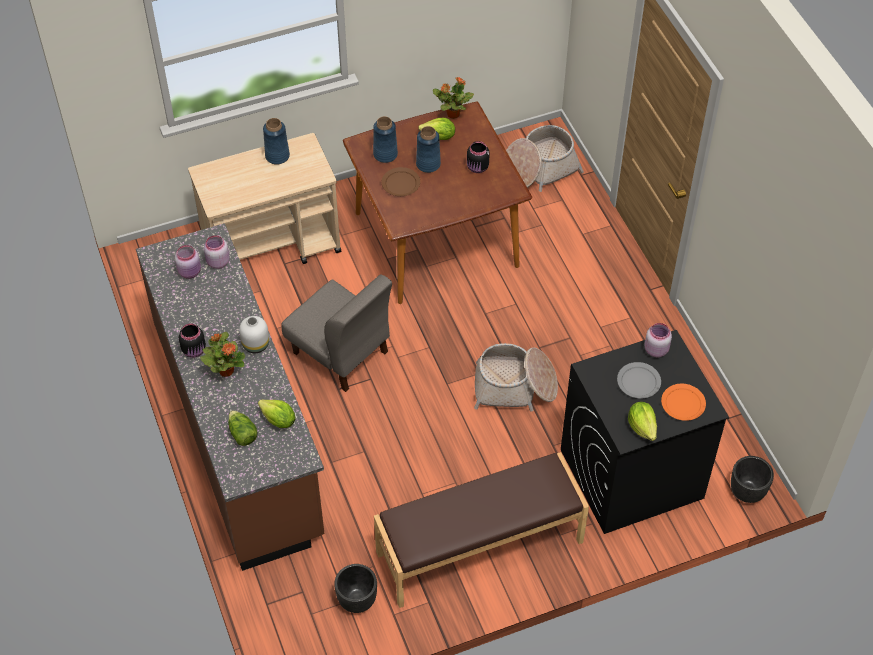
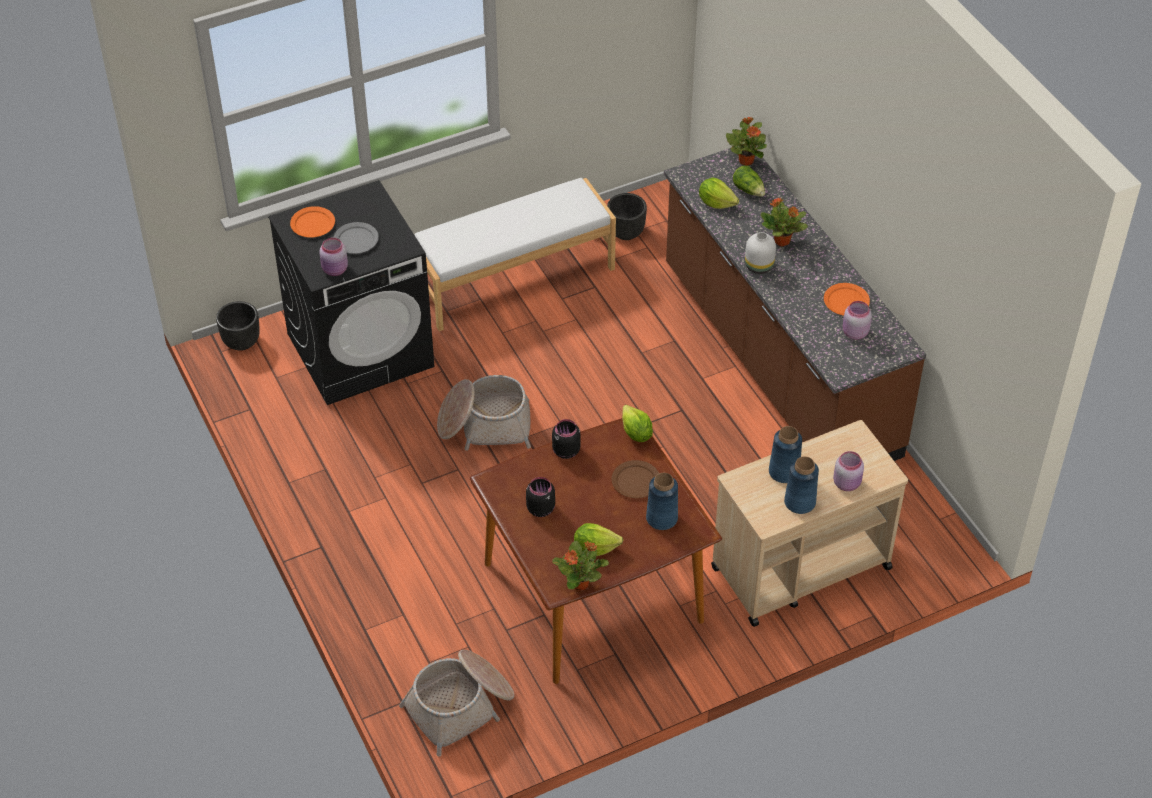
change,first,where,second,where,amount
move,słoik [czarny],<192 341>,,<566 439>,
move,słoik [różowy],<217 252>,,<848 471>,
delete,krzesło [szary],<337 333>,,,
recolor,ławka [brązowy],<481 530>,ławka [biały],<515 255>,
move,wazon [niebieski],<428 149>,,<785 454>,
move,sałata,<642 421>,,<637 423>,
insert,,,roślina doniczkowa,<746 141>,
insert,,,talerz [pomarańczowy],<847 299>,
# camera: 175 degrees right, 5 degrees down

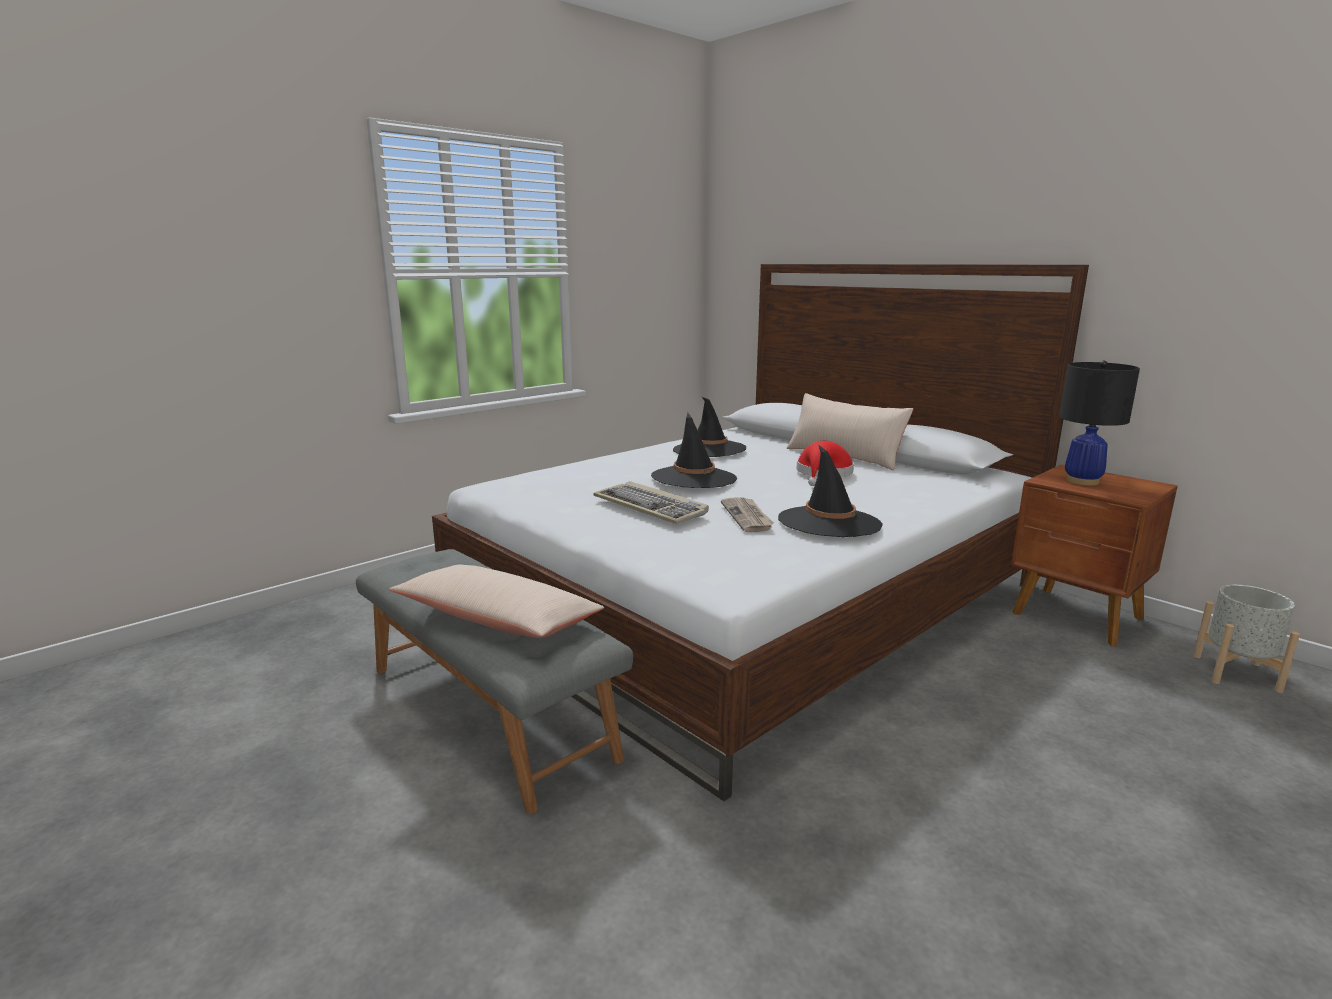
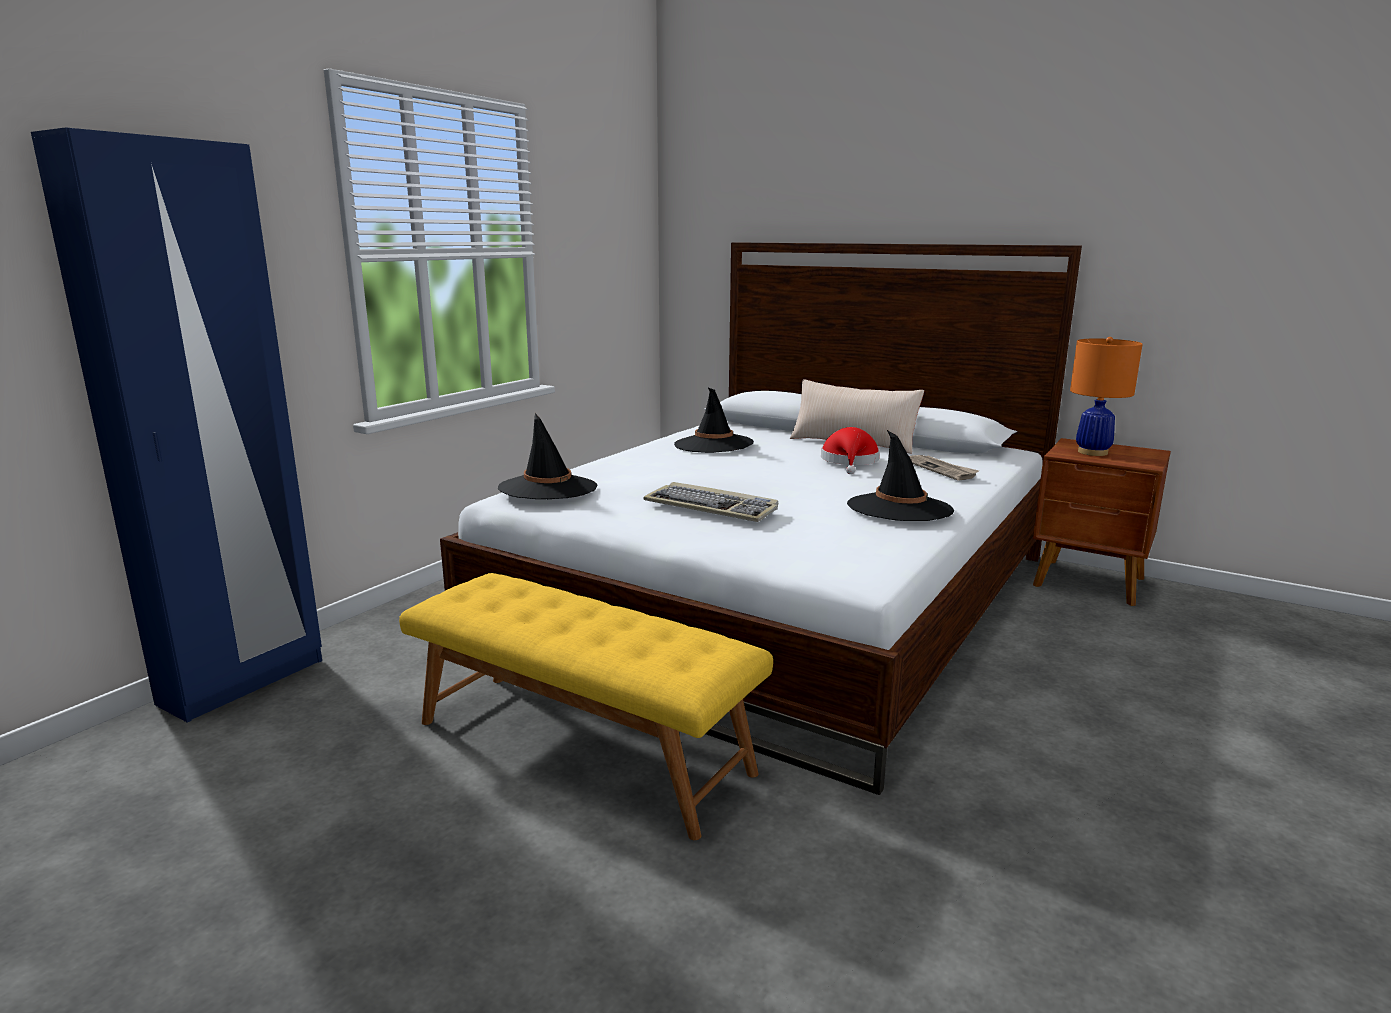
change,first,where,second,where,amount
recolor,ławka [szary],<494 681>,ławka [żółty],<586 706>,
delete,poduszka [beżowy],<496 601>,,,
move,kapelusz [czarny],<694 450>,,<548 456>,
move,gazeta,<747 514>,,<944 468>,
recolor,lampa stołowa [czarny],<1099 423>,lampa stołowa [pomarańczowy],<1106 396>,
delete,donica [szary],<1246 639>,,,
insert,,,szafa [niebieski],<176 425>,
# camera: 15 degrees left, 0 degrees up

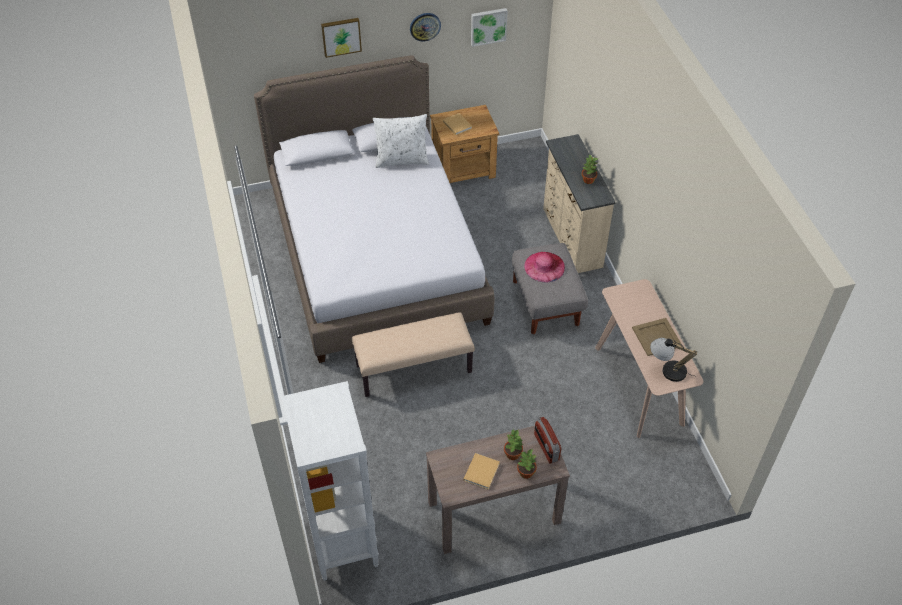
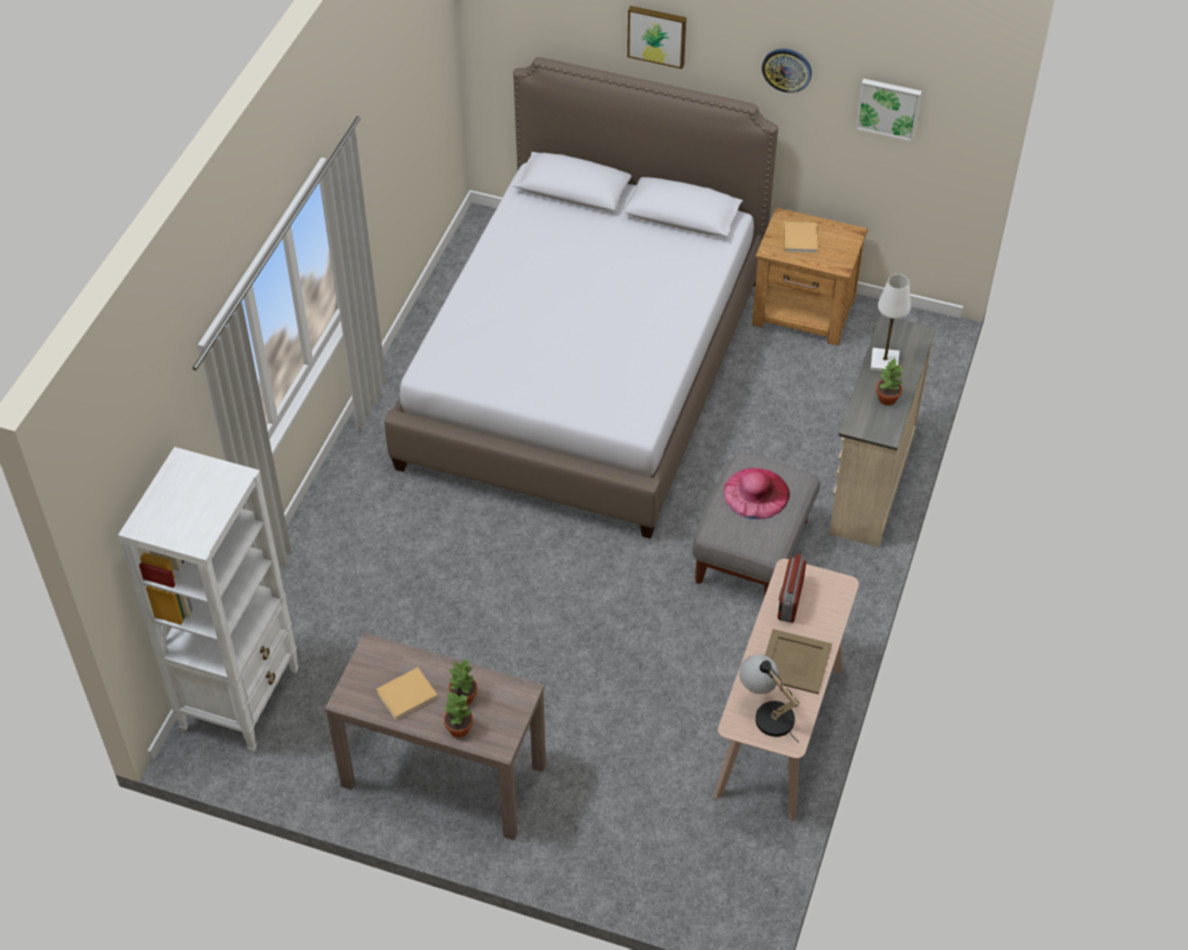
change,first,where,second,where,amount
delete,ławka [beżowy],<413 354>,,,
delete,poduszka [biały],<401 141>,,,
move,radio,<547 440>,,<792 588>,
insert,,,lampa stołowa [biały],<891 323>,
# camera: 35 degrees right, 0 degrees up

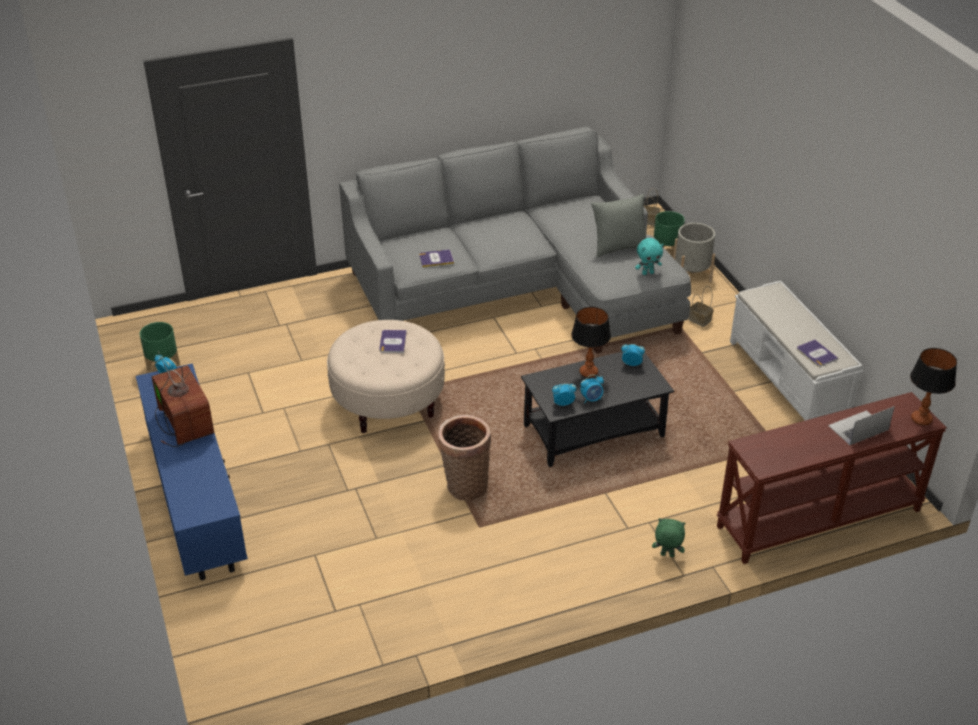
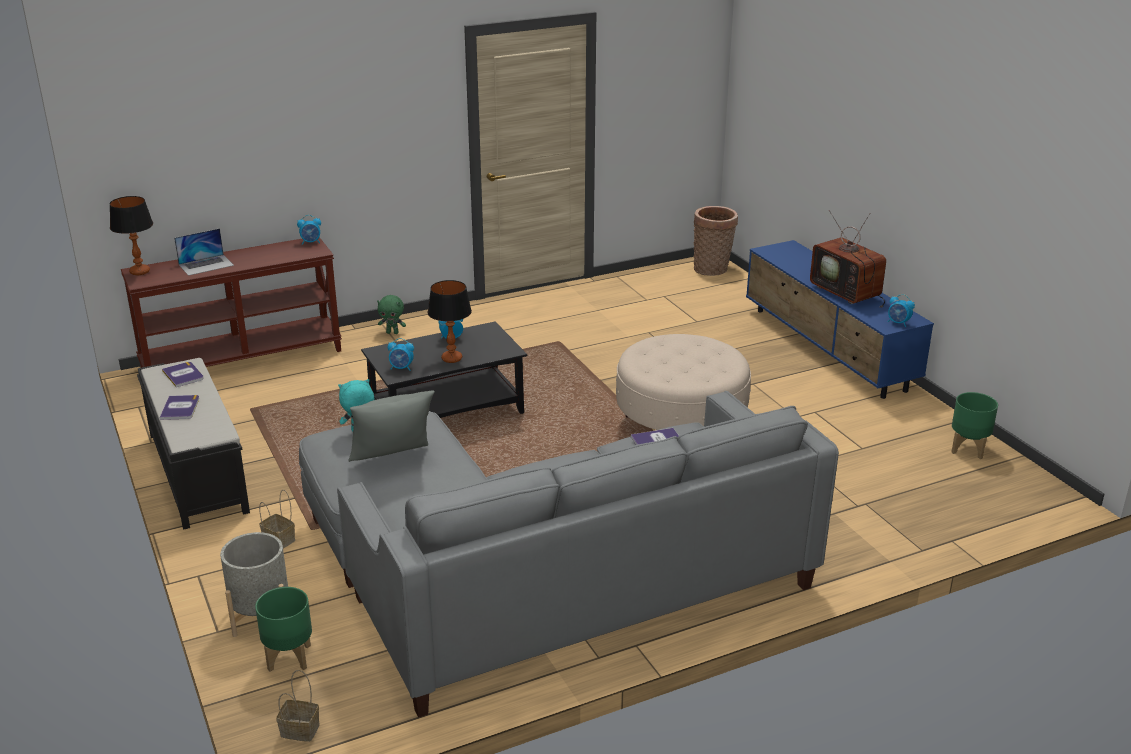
change,first,where,second,where,amount
move,książka,<393 341>,,<179 407>,
move,koszyk,<464 458>,,<716 241>,
move,budzik,<564 394>,,<309 230>,
recolor,ławka [biały],<796 351>,ławka [czarny],<193 444>,
# camera: 175 degrees right, 10 degrees down

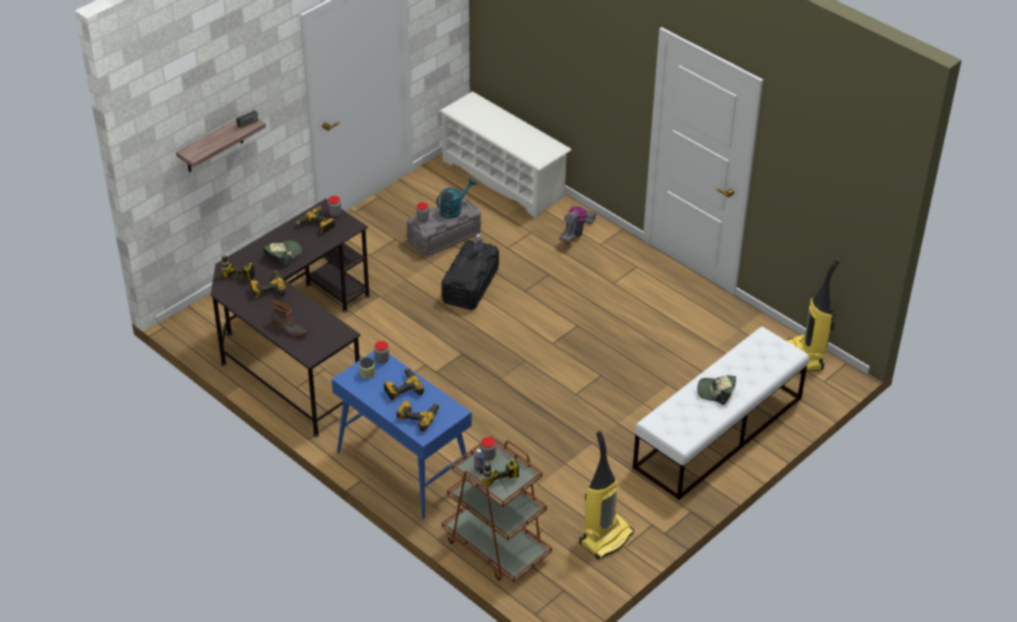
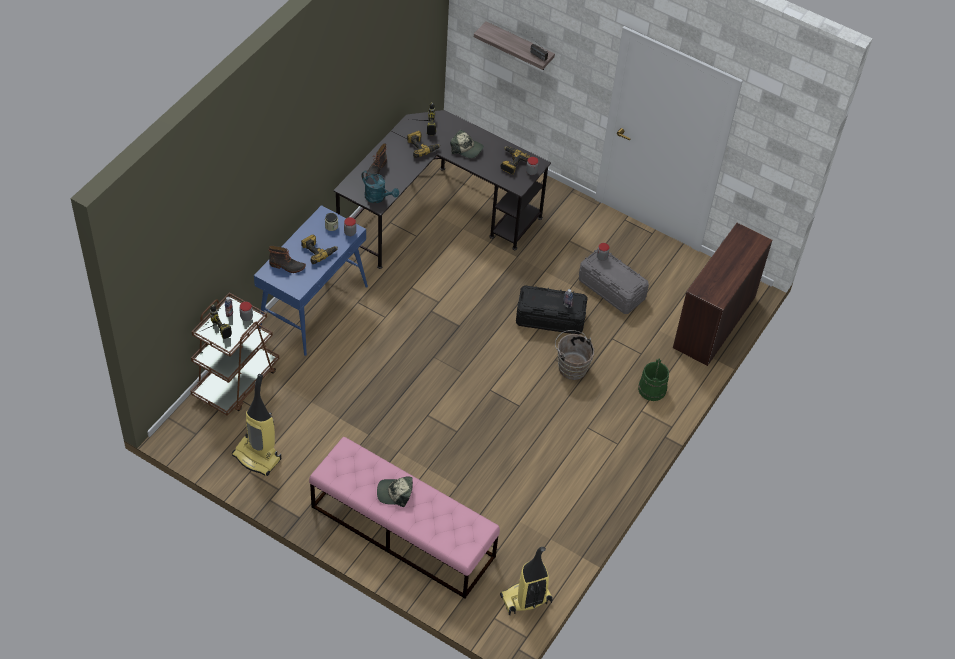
change,first,where,second,where,amount
replace,wiertarka,<418 416>,but z cholewką,<287 259>,
move,konewka [turkusowy],<456 198>,,<380 186>,
replace,regał na buty [biały],<505 154>,biurko [brązowy],<722 294>,
replace,odkurzacz,<577 224>,wiadro [zielony],<653 380>,
recolor,ławka [biały],<721 413>,ławka [różowy],<404 518>,
rotate,czapka z daszkiem,<716 390>,,<395 491>,90 degrees counterclockwise
insert,,,wiadro [brązowy],<574 355>,
# camera: 75 degrees right, 10 degrees up

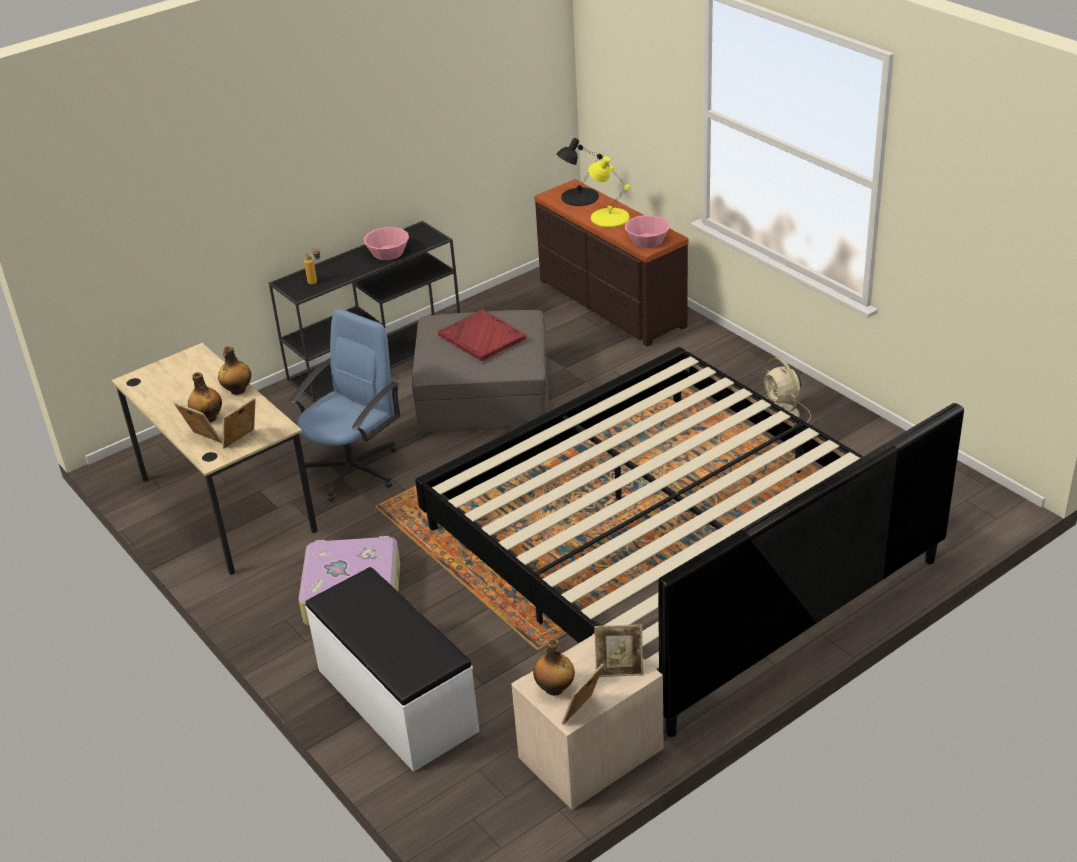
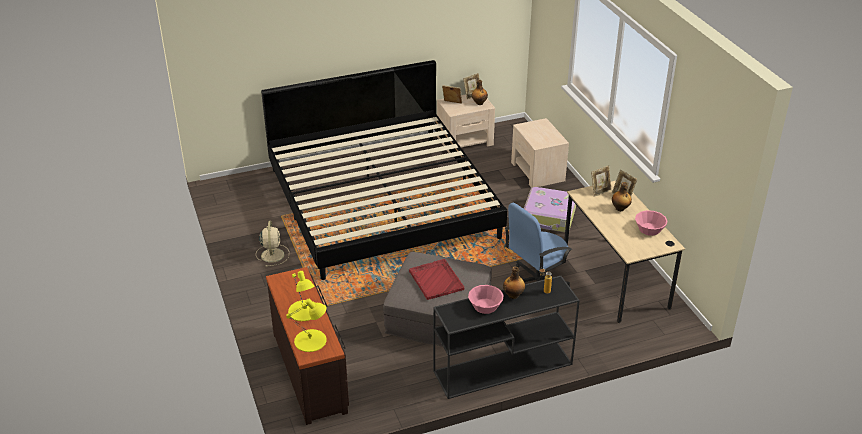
change,first,where,second,where,amount
move,butelka,<234 370>,,<514 282>,
replace,ławka [biały],<392 669>,szafka nocna [beżowy],<540 153>,
recolor,lampa stołowa [czarny],<579 172>,lampa stołowa [żółty],<306 325>,
move,miska [różowy],<647 231>,,<651 223>,
# camera: 165 degrees left, 0 degrees up

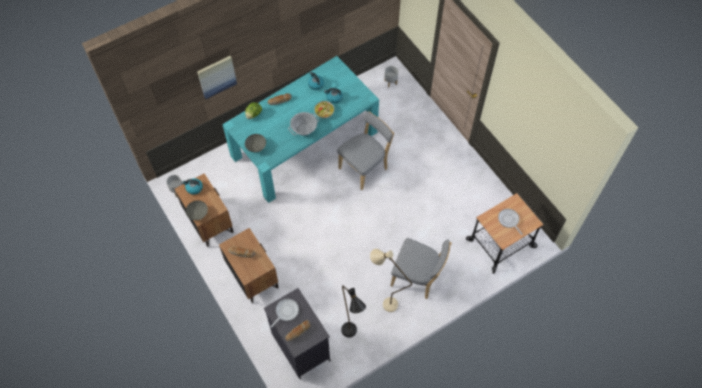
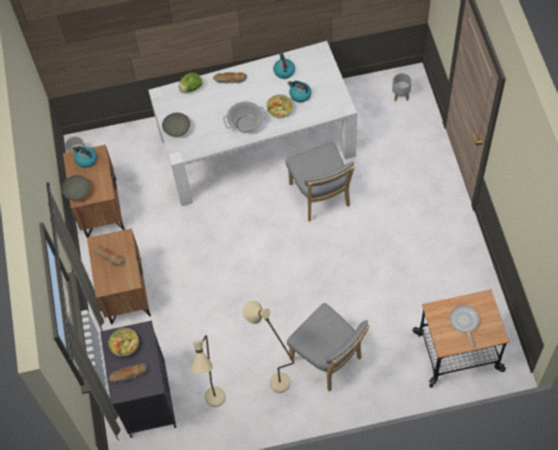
change,first,where,second,where,amount
delete,obraz,<217 77>,,,
recolor,stół jadalny [turkusowy],<300 129>,stół jadalny [biały],<252 123>,
replace,patelnia,<284 313>,miska,<123 342>,
rotate,krzesło [szary],<365 150>,,<320 181>,90 degrees clockwise
recolor,lampa stojąca [czarny],<353 311>,lampa stojąca [beżowy],<208 371>,
# camera: 25 degrees right, 0 degrees up

